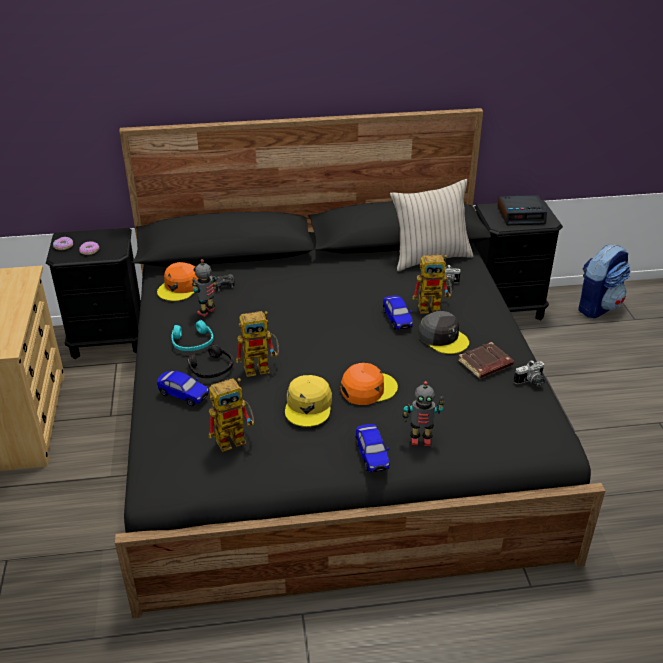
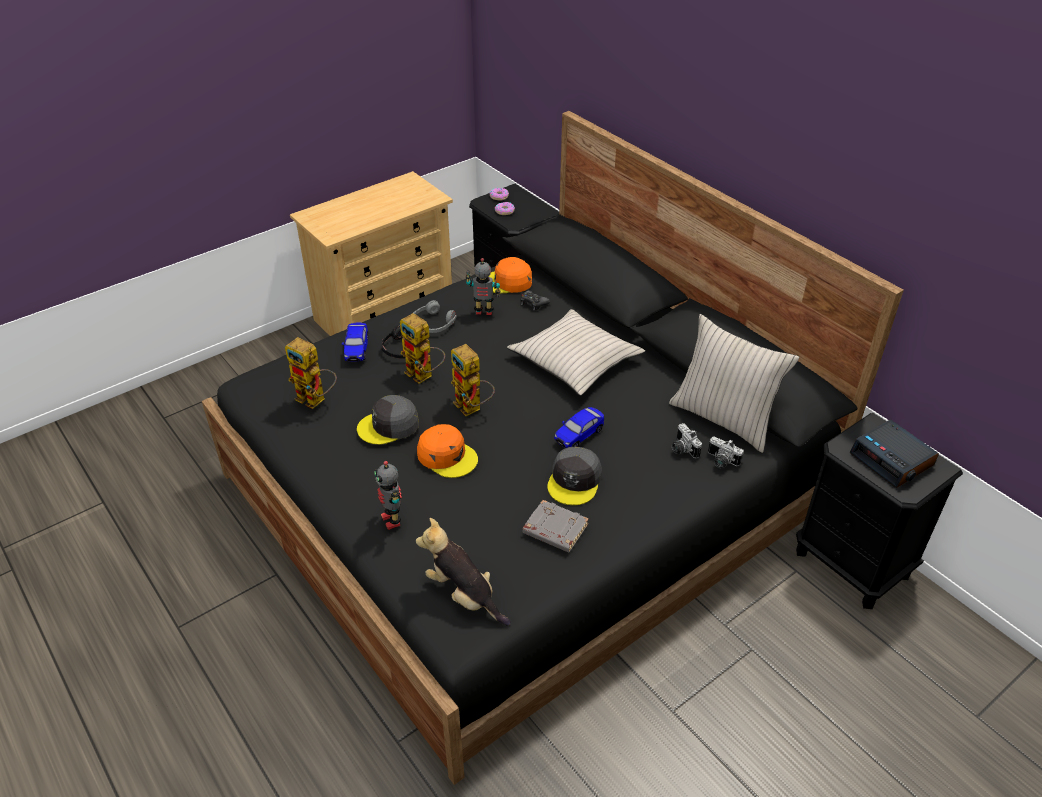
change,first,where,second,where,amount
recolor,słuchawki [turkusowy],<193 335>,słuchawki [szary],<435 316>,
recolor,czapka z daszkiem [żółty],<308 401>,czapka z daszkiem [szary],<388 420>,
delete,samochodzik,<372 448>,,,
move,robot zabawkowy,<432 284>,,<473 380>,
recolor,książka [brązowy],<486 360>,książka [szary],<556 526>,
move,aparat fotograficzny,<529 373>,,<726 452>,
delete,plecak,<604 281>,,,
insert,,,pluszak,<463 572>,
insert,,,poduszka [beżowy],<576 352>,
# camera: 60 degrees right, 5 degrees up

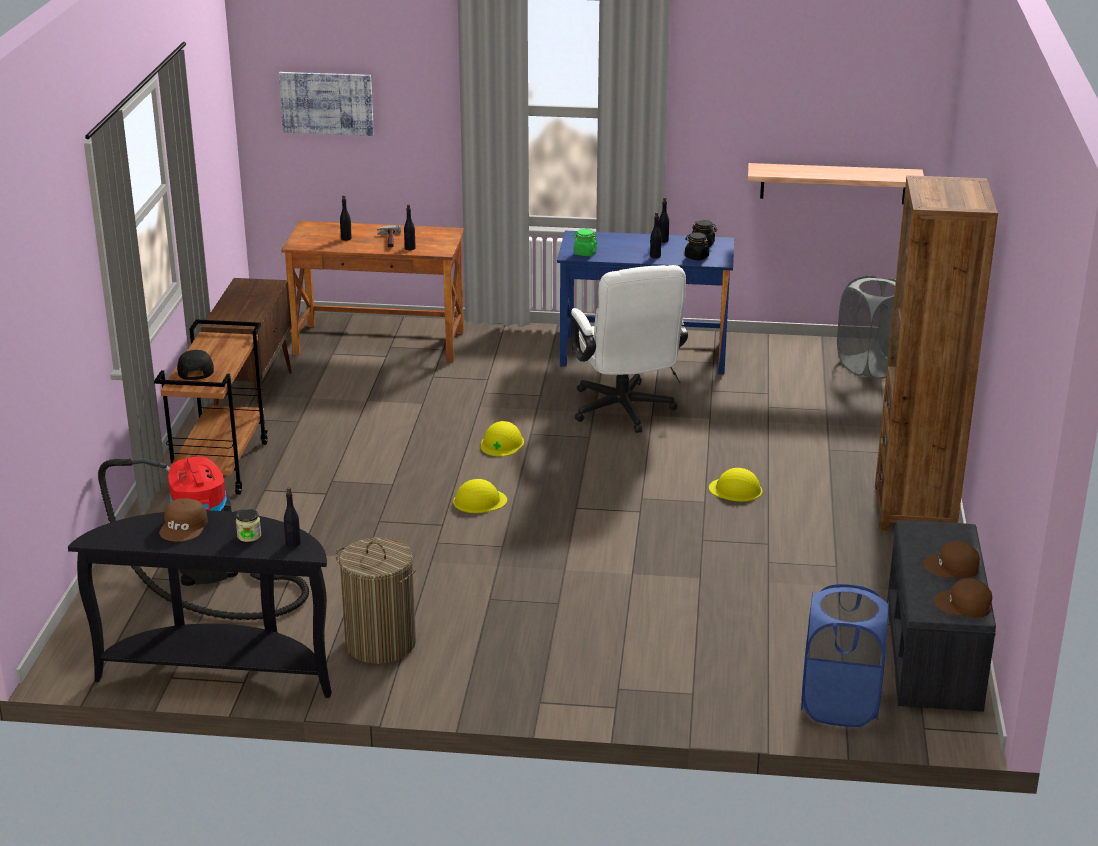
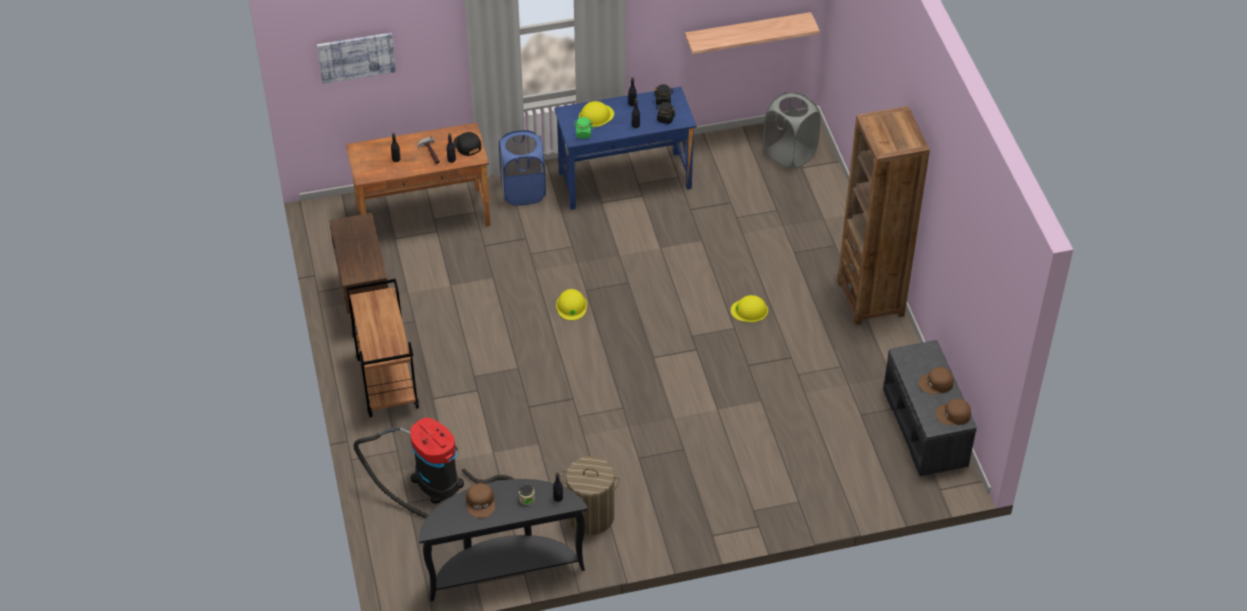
change,first,where,second,where,amount
move,czapka z daszkiem [czarny],<195 365>,,<467 144>,
move,kask [żółty],<480 496>,,<596 114>,
delete,krzesło biurowe [biały],<629 349>,,,
move,kosz na pranie [niebieski],<845 655>,,<522 168>,
# camera: 20 degrees left, 20 degrees up

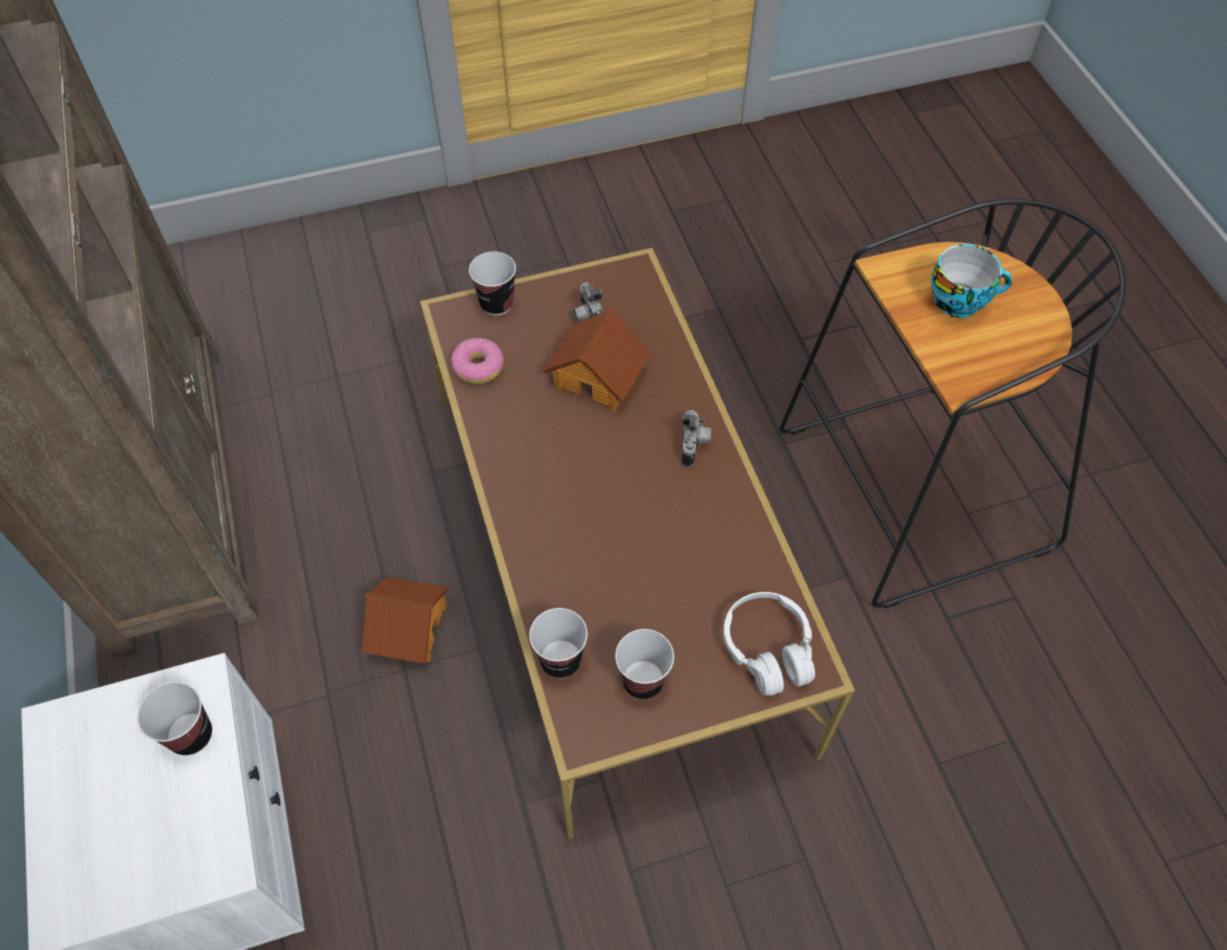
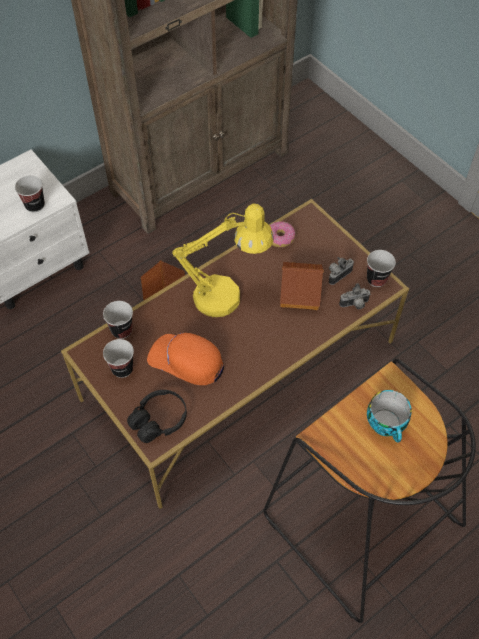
change,first,where,second,where,amount
move,filiżanka,<492 284>,,<381 268>,
move,aparat fotograficzny,<696 438>,,<355 296>,
recolor,słuchawki [biały],<769 644>,słuchawki [czarny],<157 416>,
insert,,,czapka z daszkiem [pomarańczowy],<185 359>,
insert,,,lampa stołowa [żółty],<223 260>,
# camera: 70 degrees right, 0 degrees up

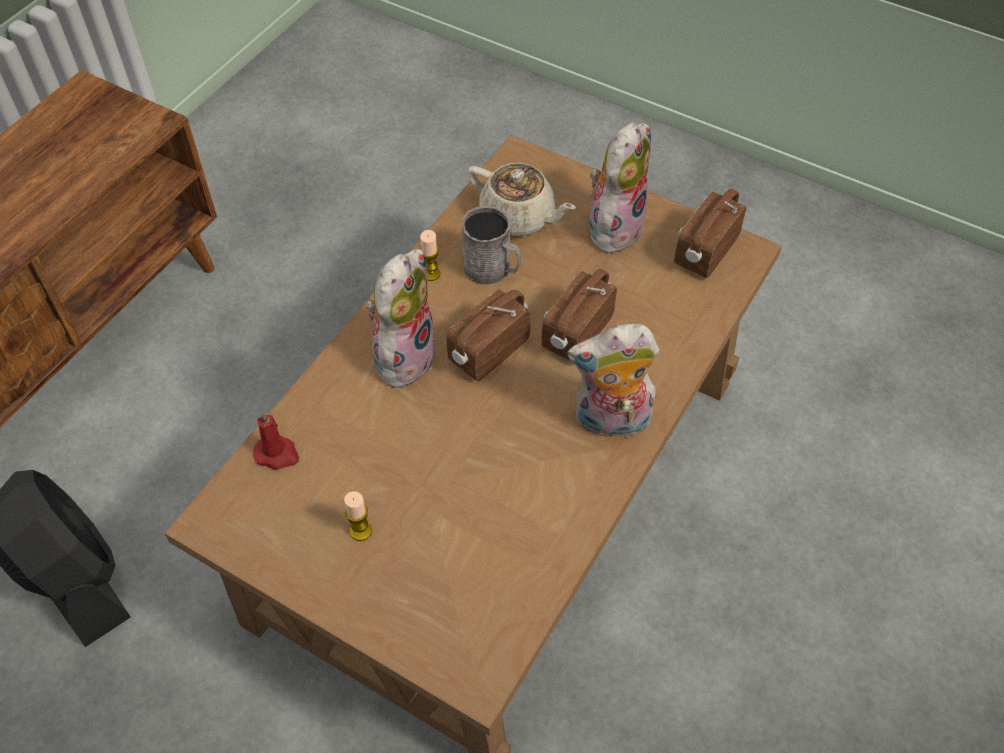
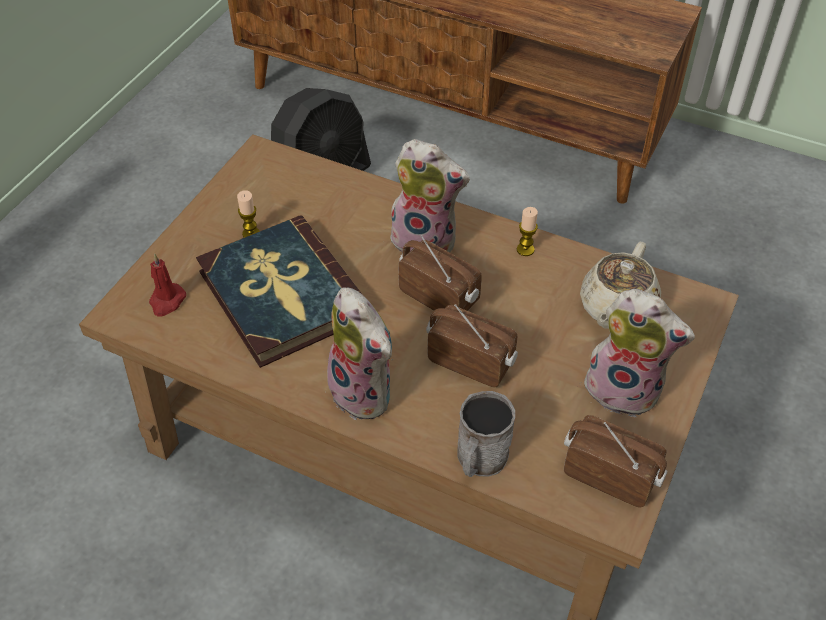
change,first,where,second,where,amount
move,świeca [czerwony],<276 440>,,<167 285>,
move,kubek [szary],<491 245>,,<486 434>,
rotate,pluszak,<613 383>,,<360 354>,150 degrees clockwise
insert,,,książka,<279 292>,
# camera: 85 degrees right, 5 degrees down

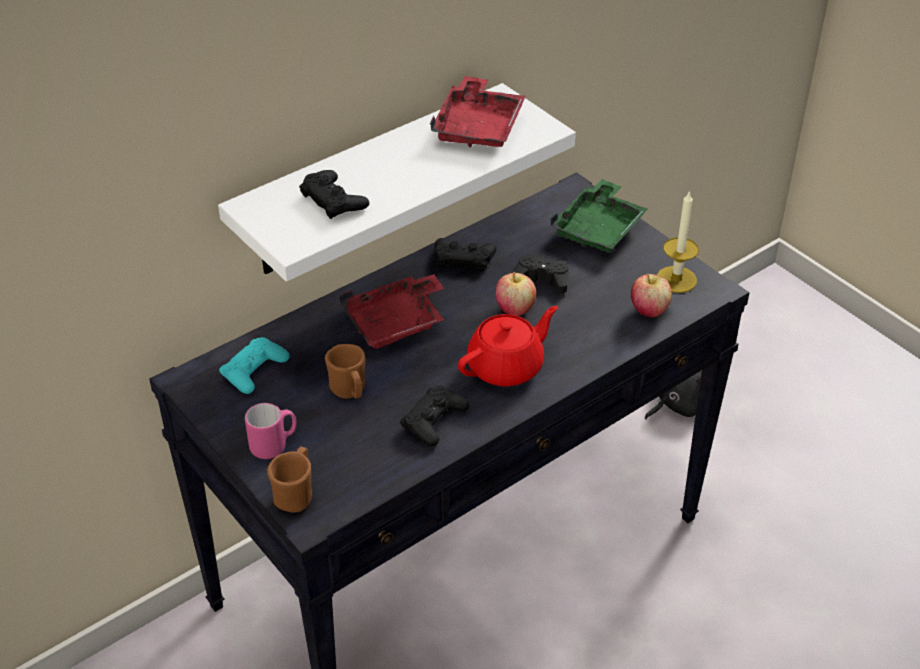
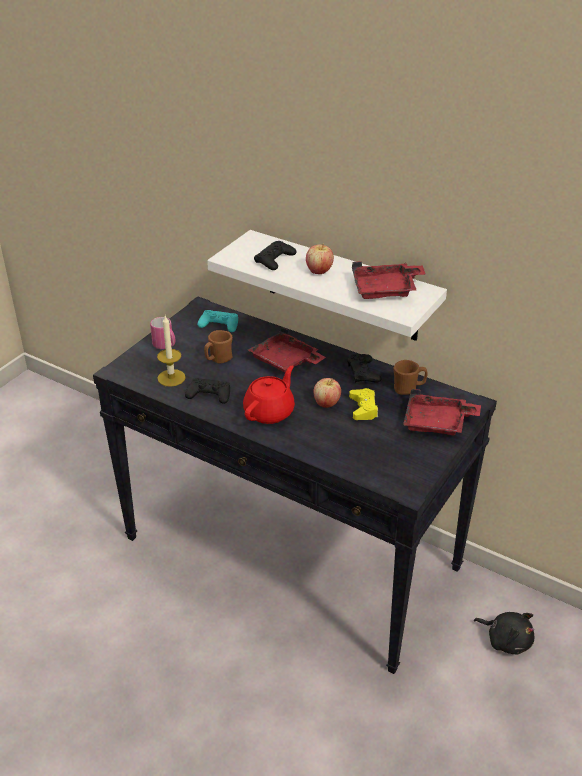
change,first,where,second,where,amount
move,kubek [brązowy],<289 480>,,<410 377>,
rotate,imbryk [czerwony],<508 346>,,<269 394>,90 degrees counterclockwise
recolor,pad do gier [czarny],<540 273>,pad do gier [żółty],<363 404>,
recolor,taca [zielony],<599 215>,taca [czerwony],<442 412>,
move,jabłko,<651 295>,,<320 258>,
move,świeca,<678 241>,,<171 351>,
# camera: 70 degrees right, 5 degrees down

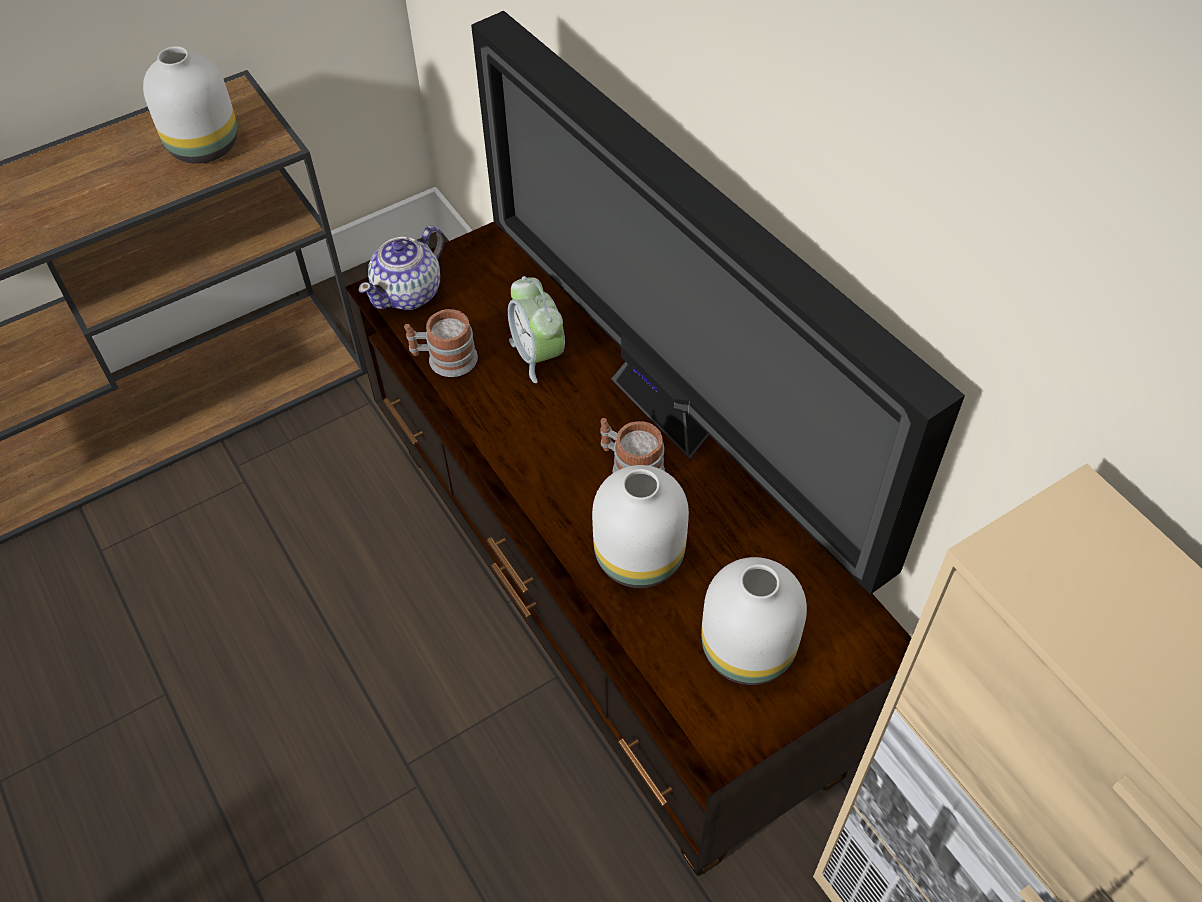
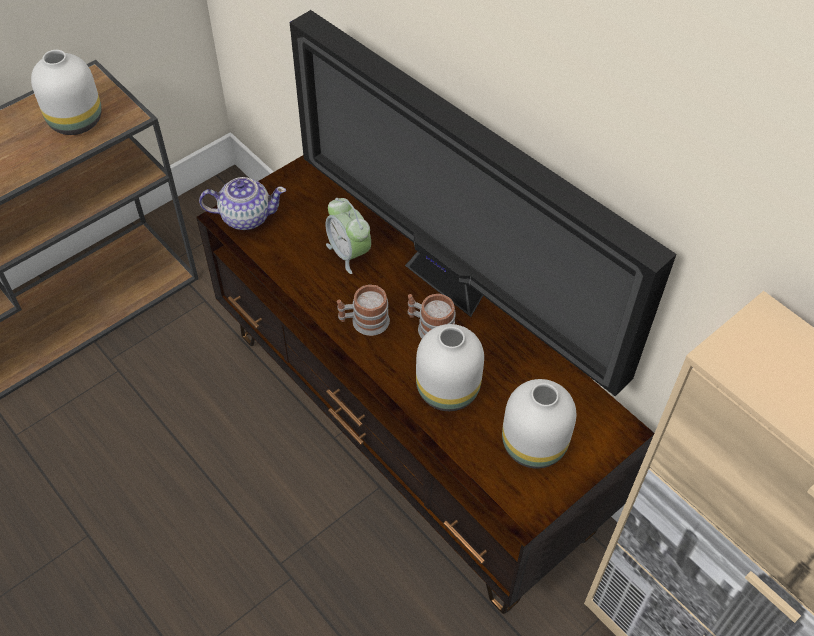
change,first,where,second,where,amount
rotate,imbryk,<401 268>,,<242 203>,120 degrees counterclockwise
move,kubek,<441 343>,,<363 310>,
# camera: 10 degrees left, 0 degrees up

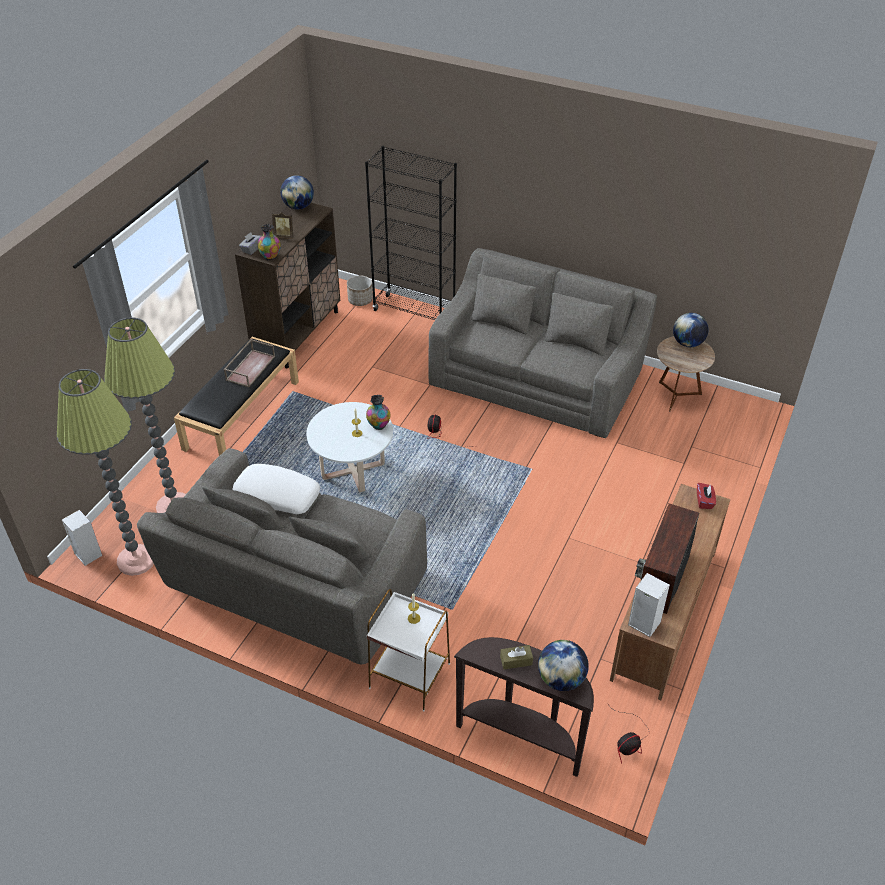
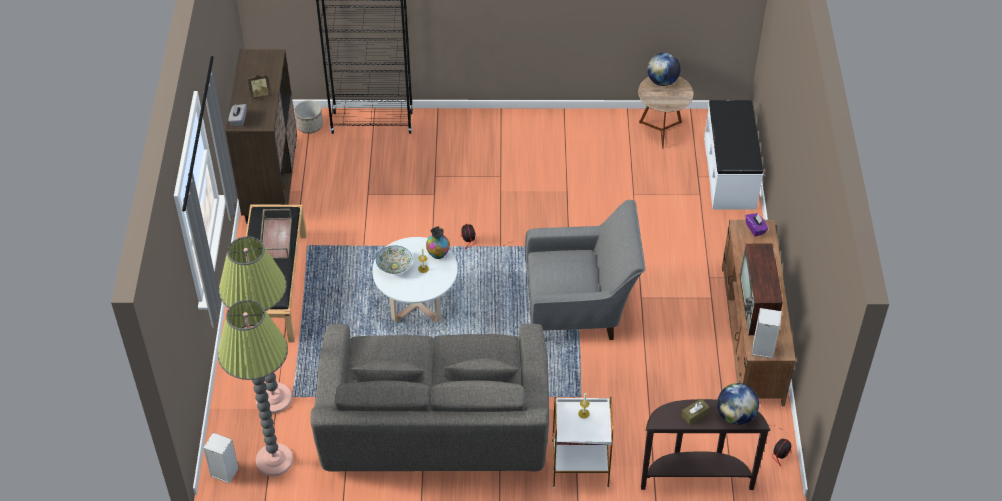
change,first,where,second,where,amount
delete,poduszka [biały],<276 489>,,,
delete,wazon,<269 242>,,,
delete,globus,<297 192>,,,
delete,kanapa [szary],<542 343>,,,
recolor,pudełko chusteczek [czerwony],<706 496>,pudełko chusteczek [fioletowy],<757 225>,
insert,,,miska,<394 259>,
insert,,,fotel [szary],<585 270>,
insert,,,ławka [biały],<733 155>,
# camera: 25 degrees left, 5 degrees up

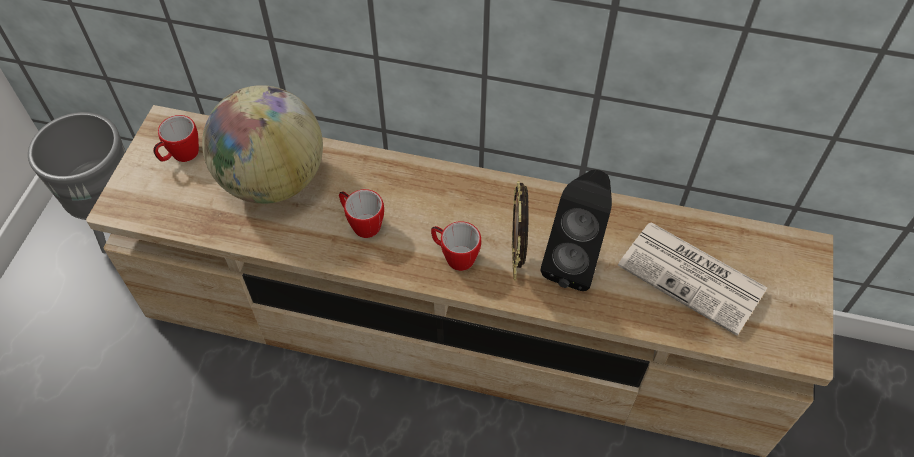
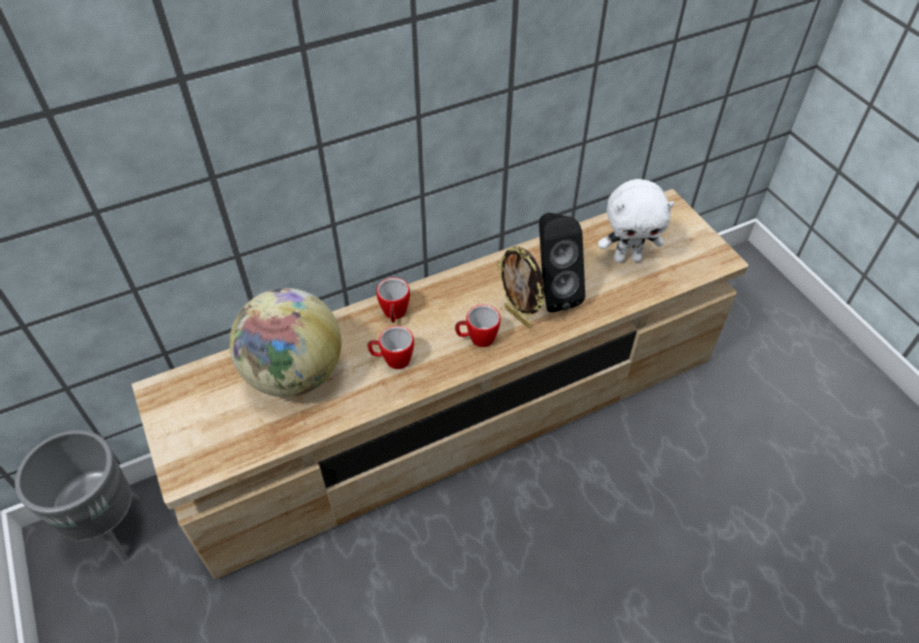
change,first,where,second,where,amount
move,kubek,<176 138>,,<393 300>,
replace,gazeta,<692 279>,pluszak [biały],<636 221>,
# camera: 40 degrees left, 5 degrees down

